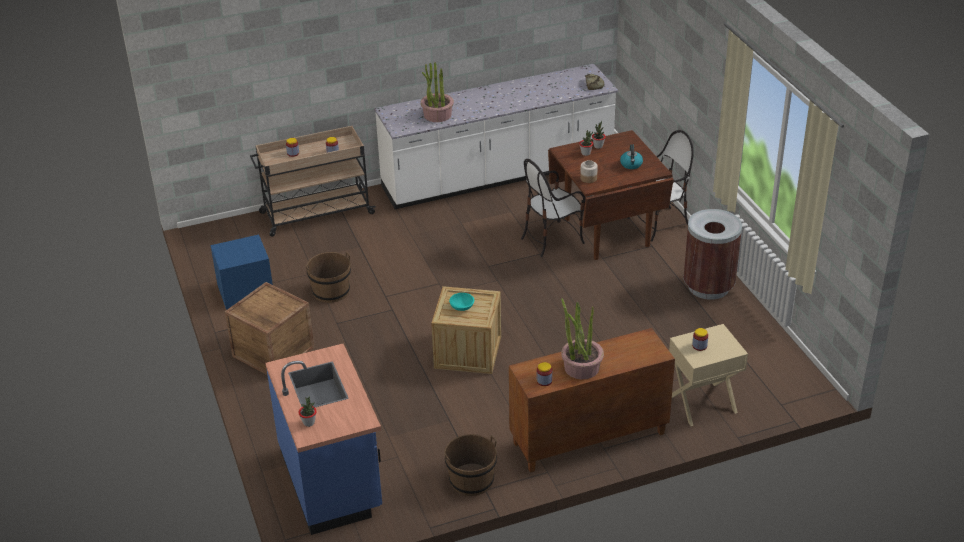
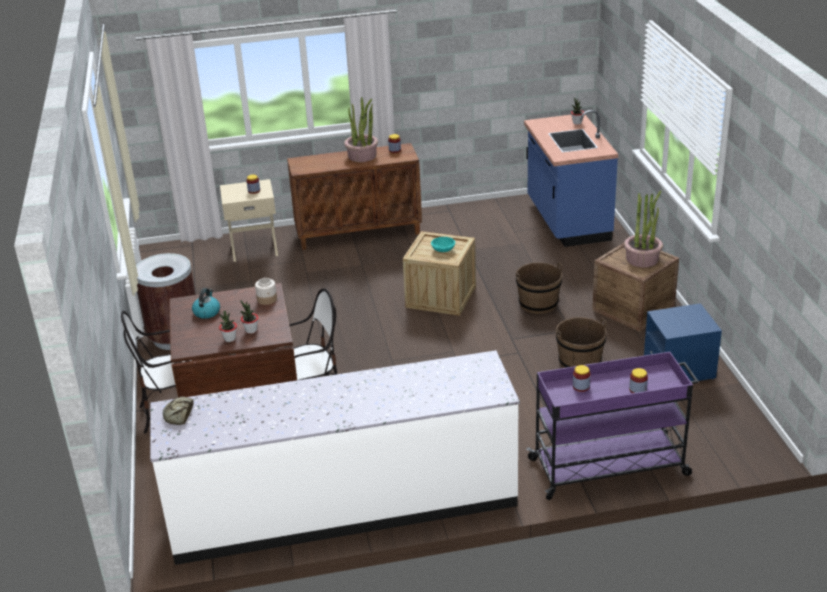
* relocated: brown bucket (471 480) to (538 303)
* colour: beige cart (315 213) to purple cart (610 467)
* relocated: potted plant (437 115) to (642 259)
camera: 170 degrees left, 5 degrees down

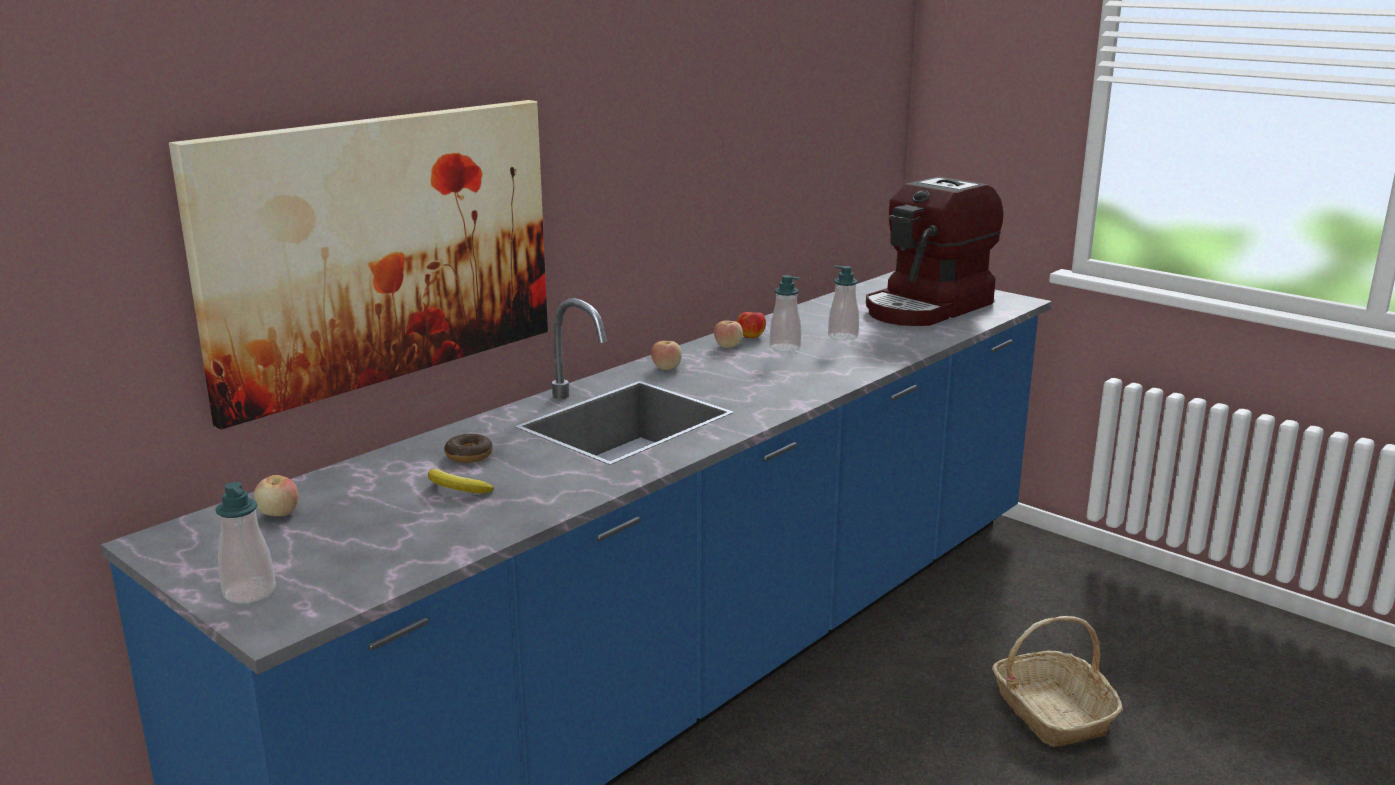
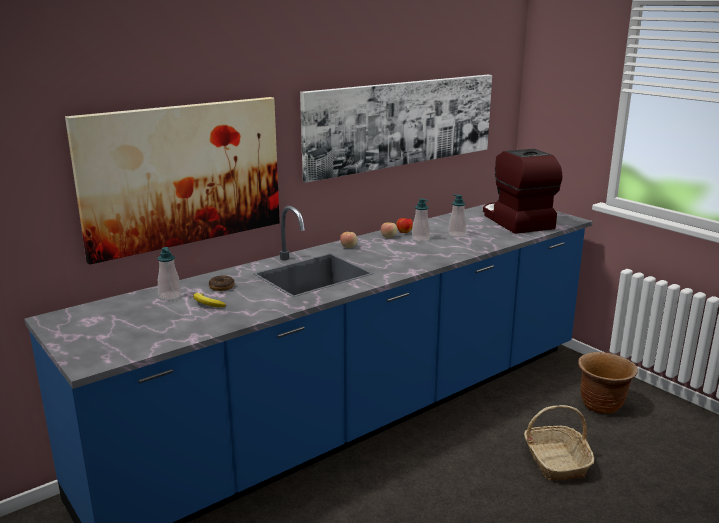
* relocated: soap dispenser (249 592) to (170 296)
* appeared: picture (402 123)
* spun: coffee machine (928 308) = (515 221) 105 degrees clockwise
* appeared: brown planter (601 405)
* missing: apple (279 514)
camera: 10 degrees right, 0 degrees up

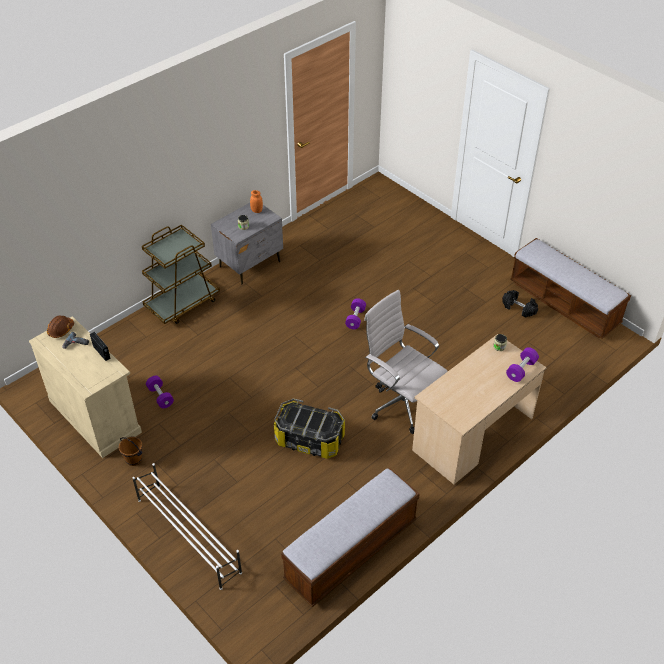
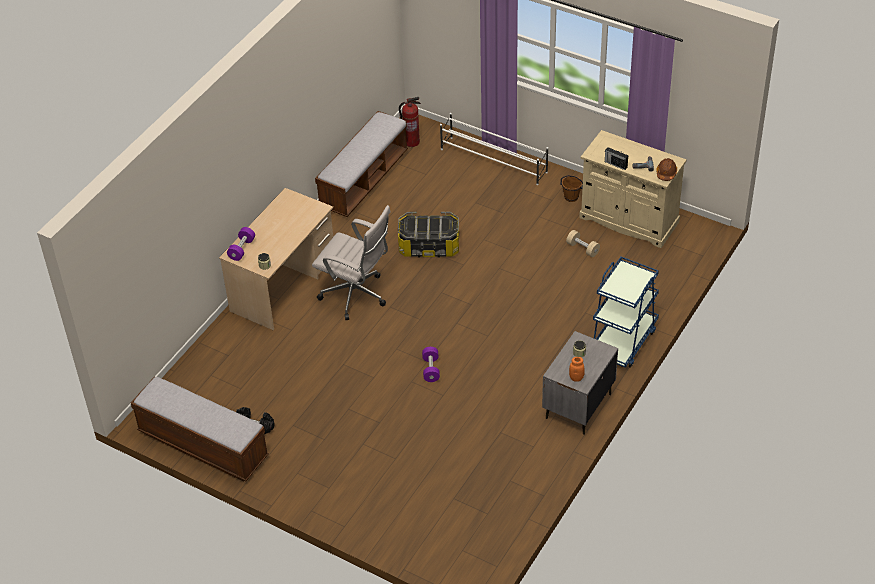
* appeared: fire extinguisher (411 142)
* colour: purple dumbbell (160 396) to beige dumbbell (582 248)
* colour: brown cart (182 303) to blue cart (623 341)
camera: 165 degrees right, 0 degrees up

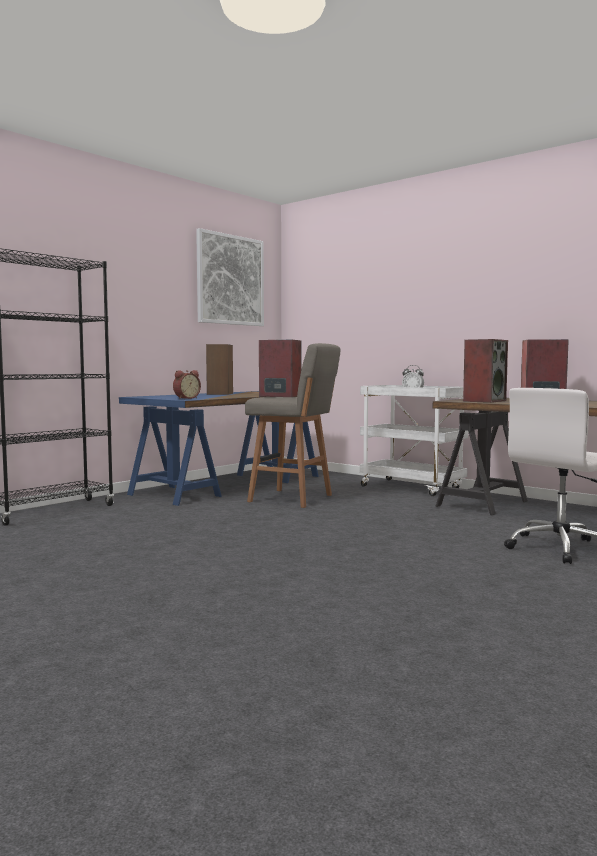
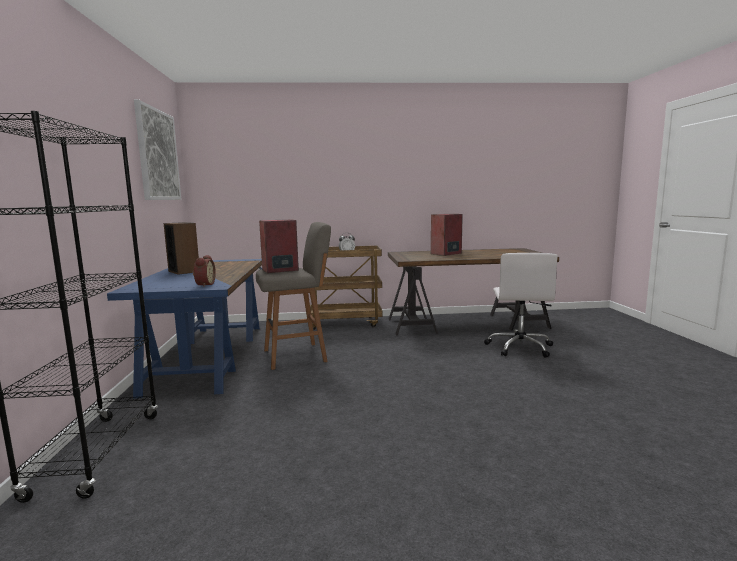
* colour: white cart (413 488) to brown cart (346 323)
* missing: speaker (484 401)
camera: 45 degrees left, 5 degrees up

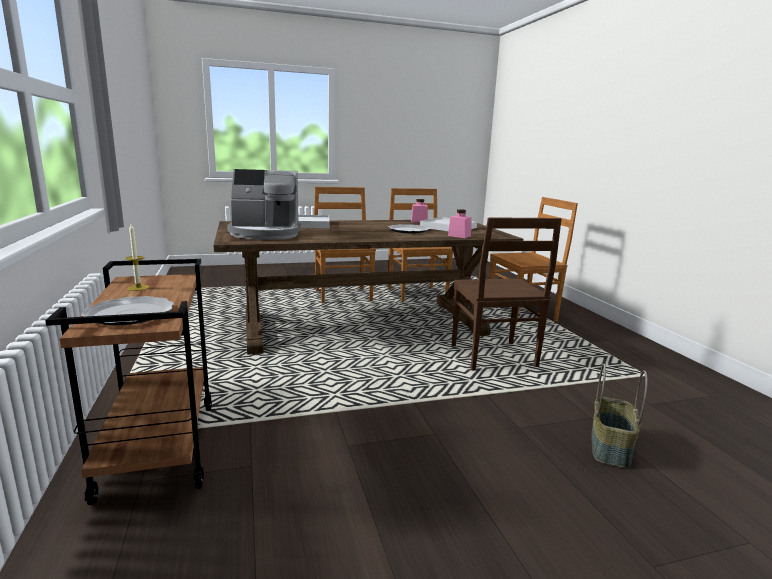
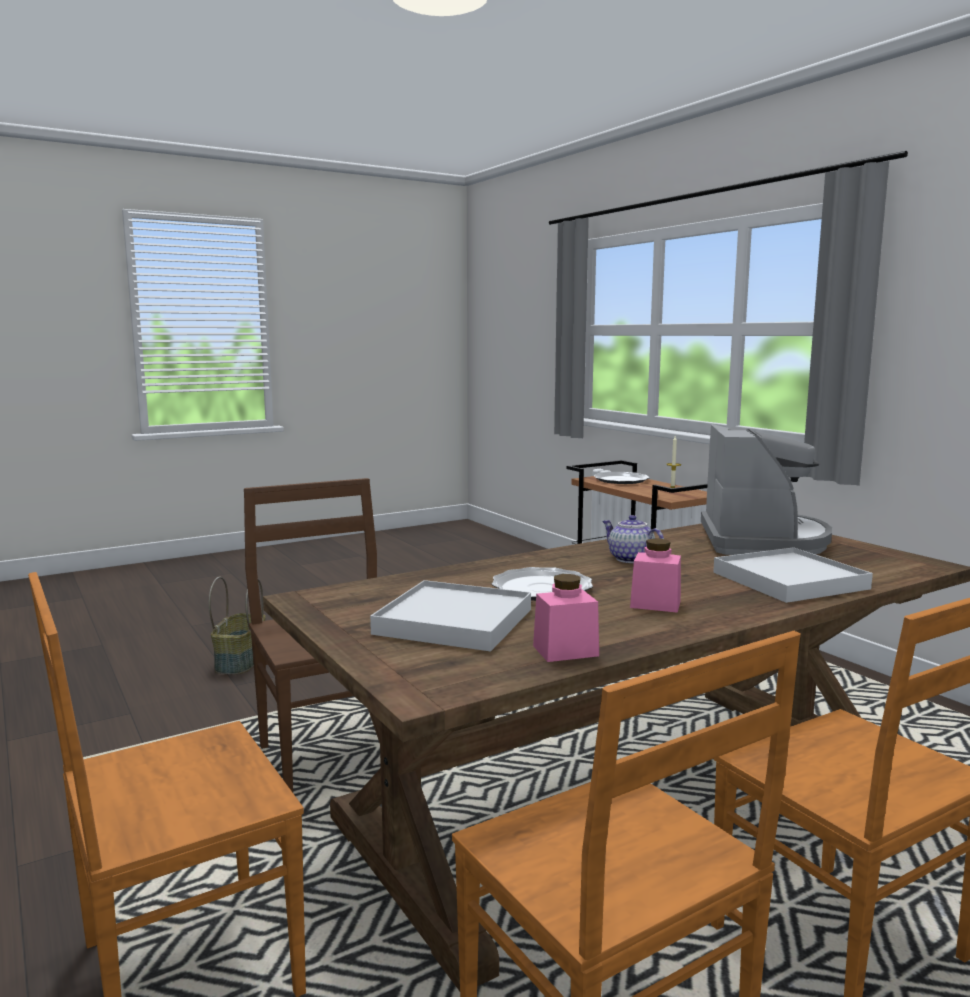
* appeared: teapot (629 559)
* relocated: pink jar (459 236) to (655 604)
* spun: coffee machine (265 233) = (762 541) 120 degrees clockwise
camera: 165 degrees right, 5 degrees down

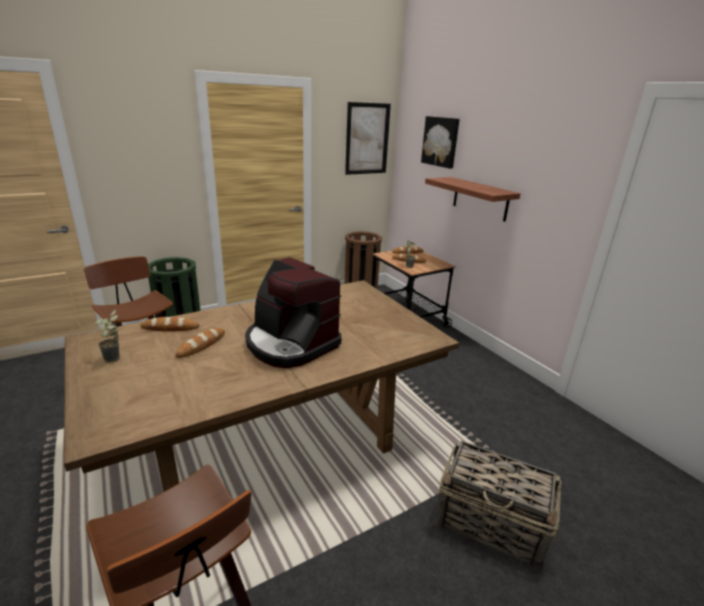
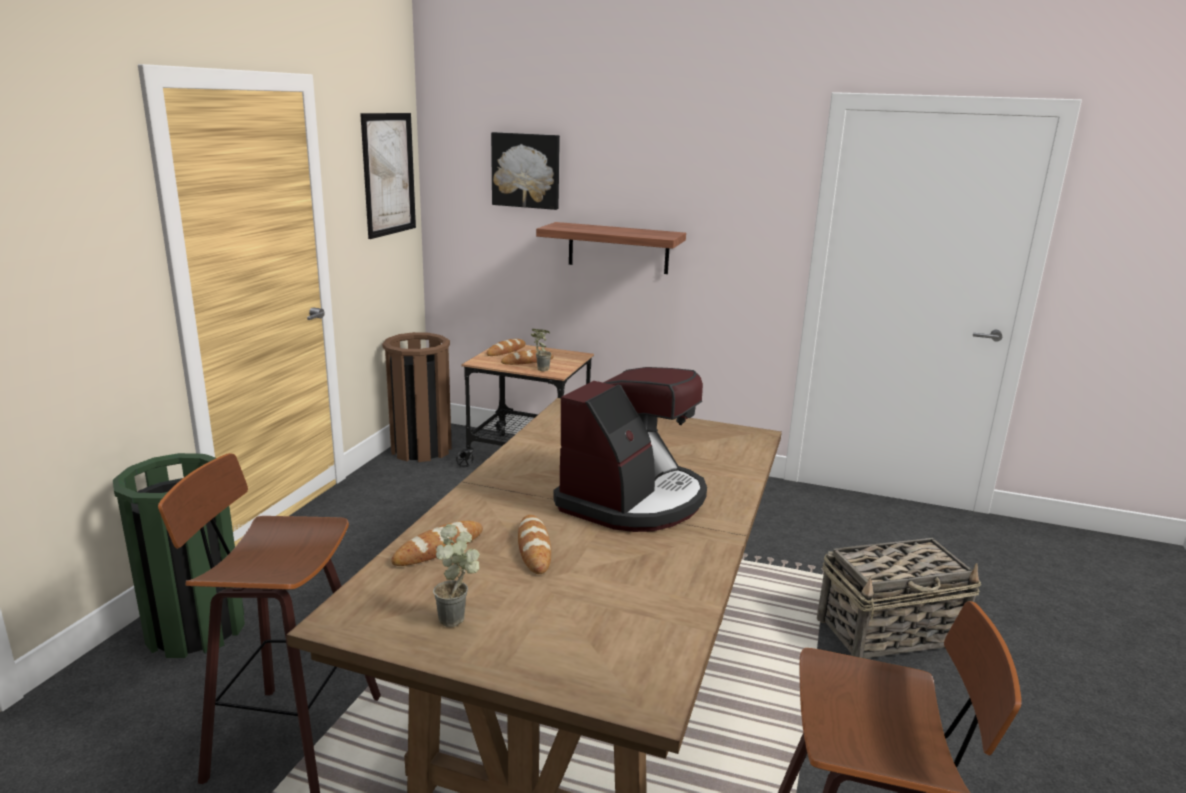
* spun: coffee machine (290 343) = (633 499) 60 degrees counterclockwise
camera: 40 degrees left, 5 degrees down

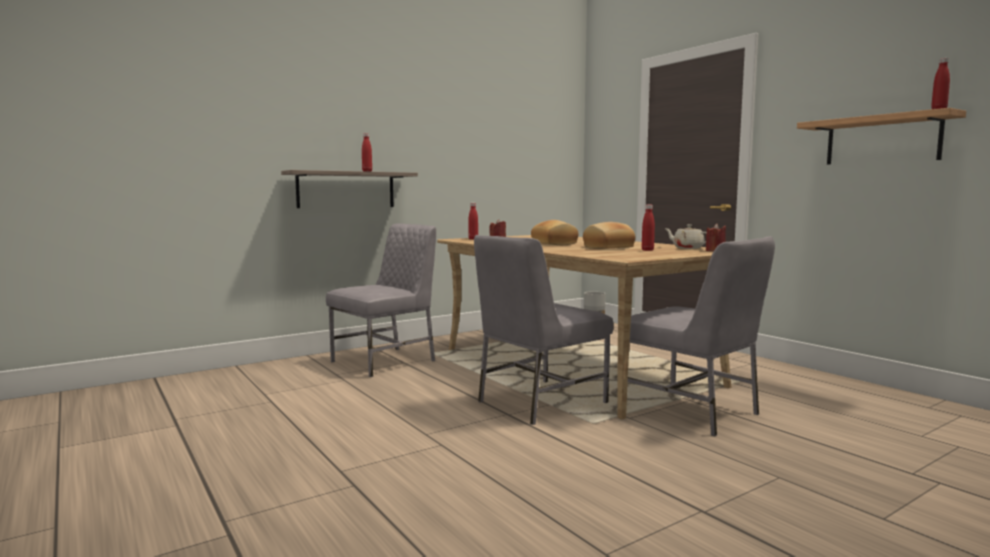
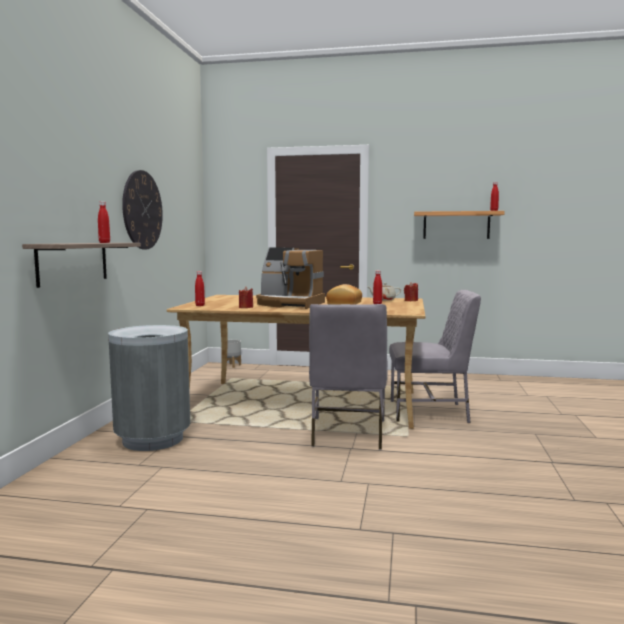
* exchanged: grey chair (386 361) to grey trash can (153 439)
* appeared: wall clock (142 210)
* exchanged: bread (555 243) to coffee machine (290 304)
camera: 45 degrees left, 0 degrees up

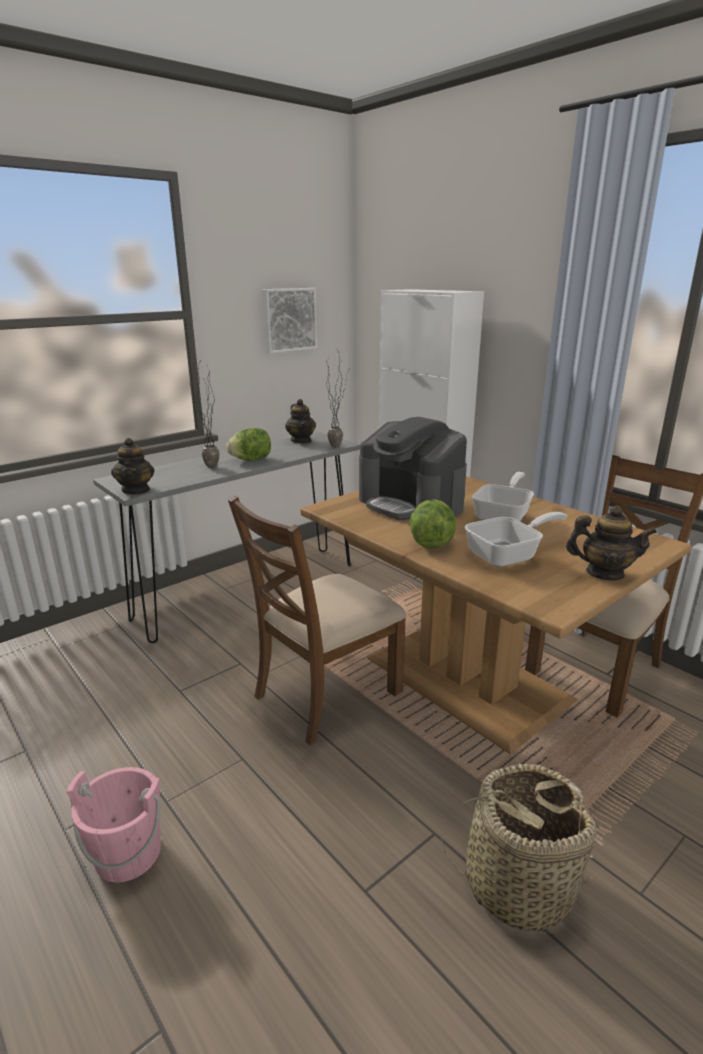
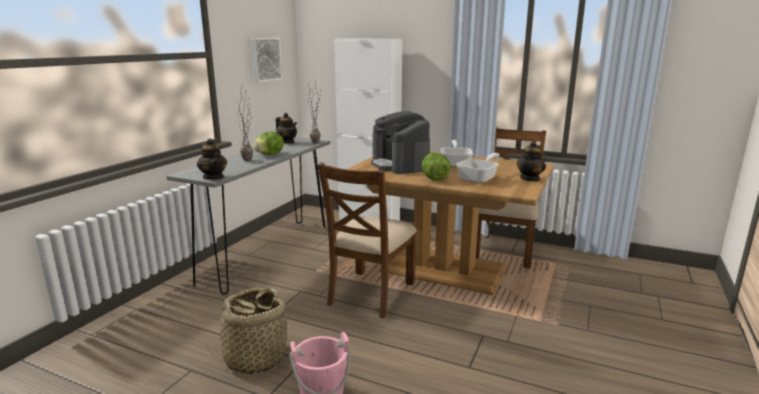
* relocated: basket (518 884) to (255 358)
* spun: coffee machine (411 504) = (400 165) 45 degrees clockwise
* spun: teapot (604 573) = (530 178) 135 degrees clockwise
camera: 25 degrees left, 5 degrees down

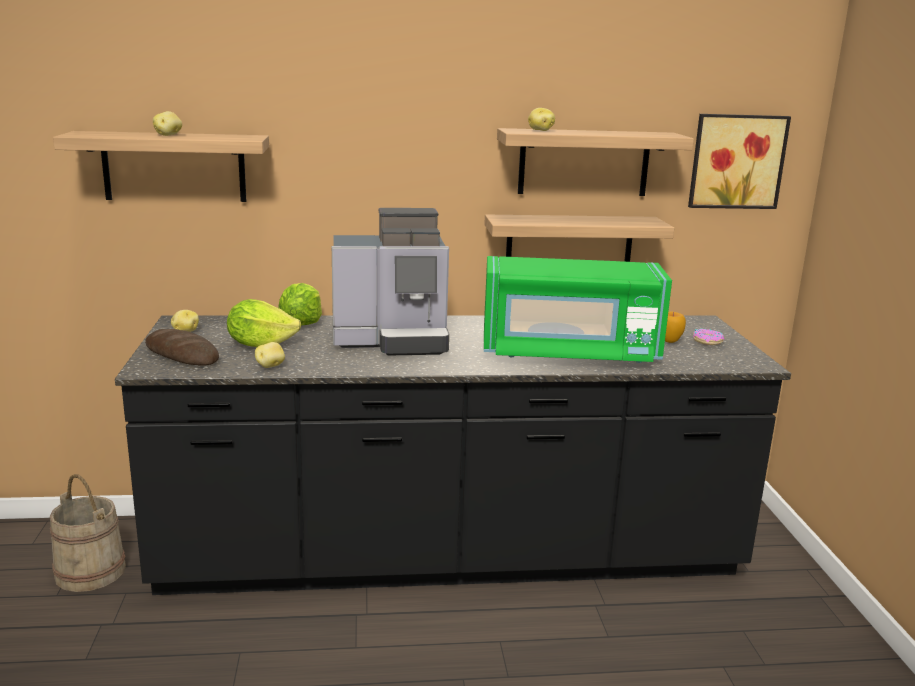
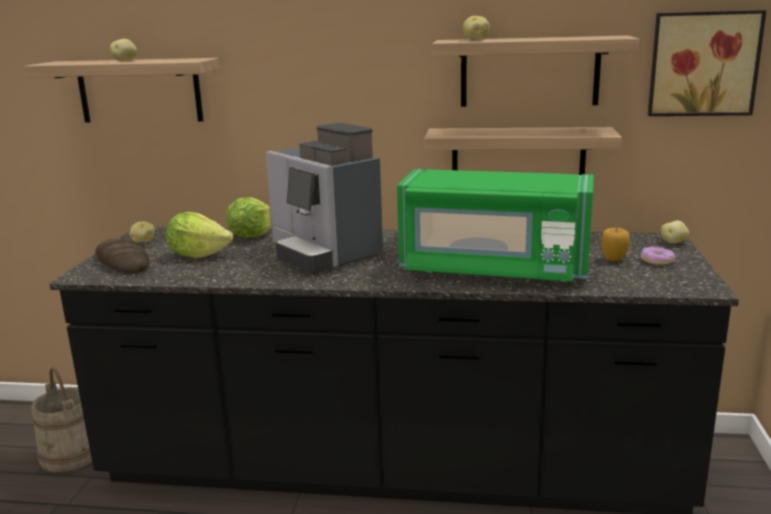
* spun: coffee machine (393 341) = (323 254) 45 degrees clockwise
* relocated: potato (271 366) to (674 242)
camera: 15 degrees right, 0 degrees up

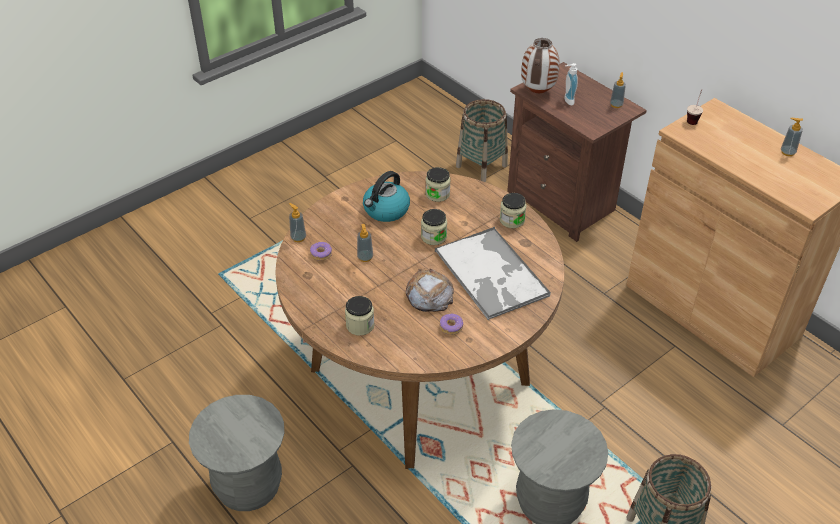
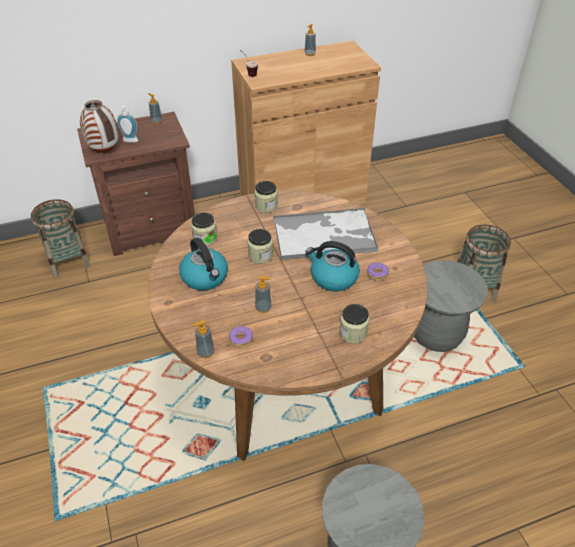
* exchanged: bread (429 295) to kettle (333 278)
camera: 70 degrees left, 0 degrees up

